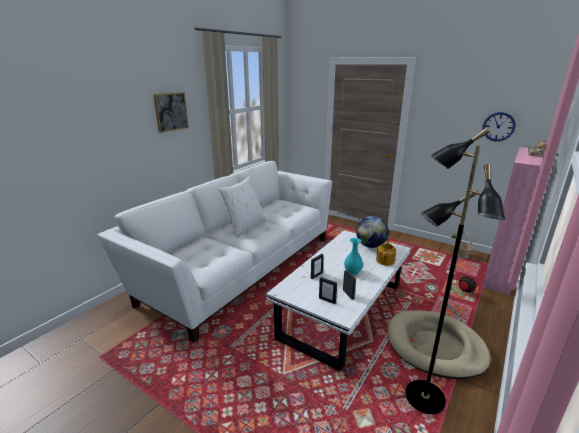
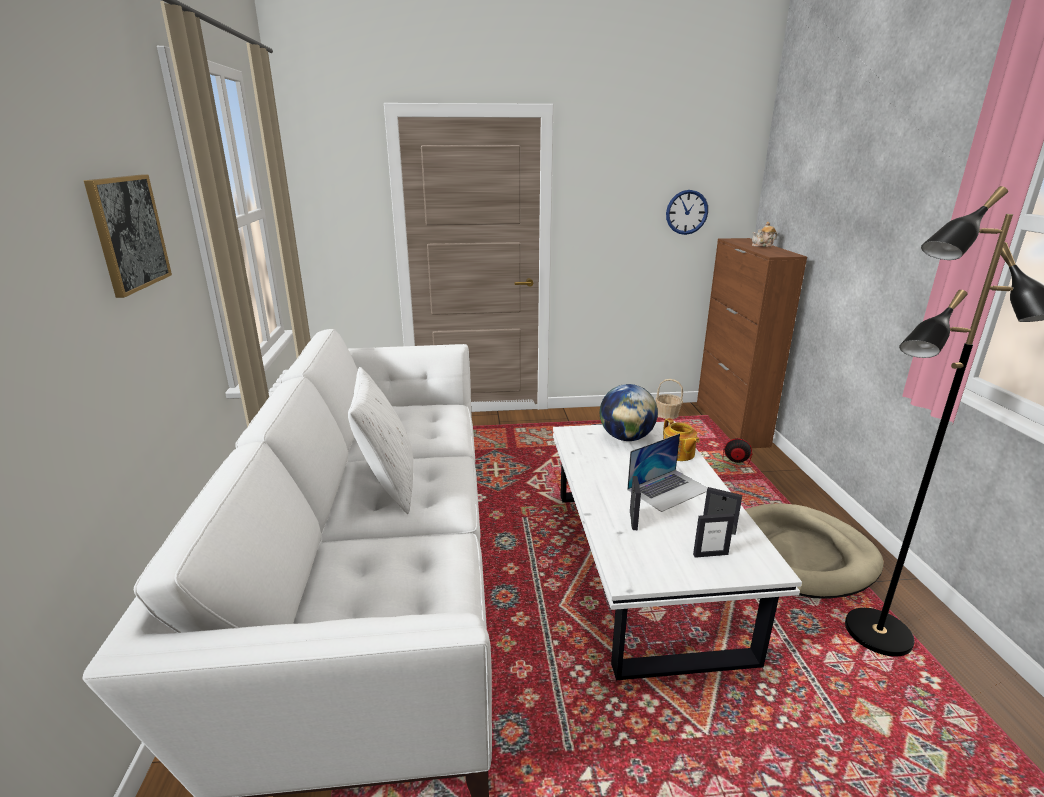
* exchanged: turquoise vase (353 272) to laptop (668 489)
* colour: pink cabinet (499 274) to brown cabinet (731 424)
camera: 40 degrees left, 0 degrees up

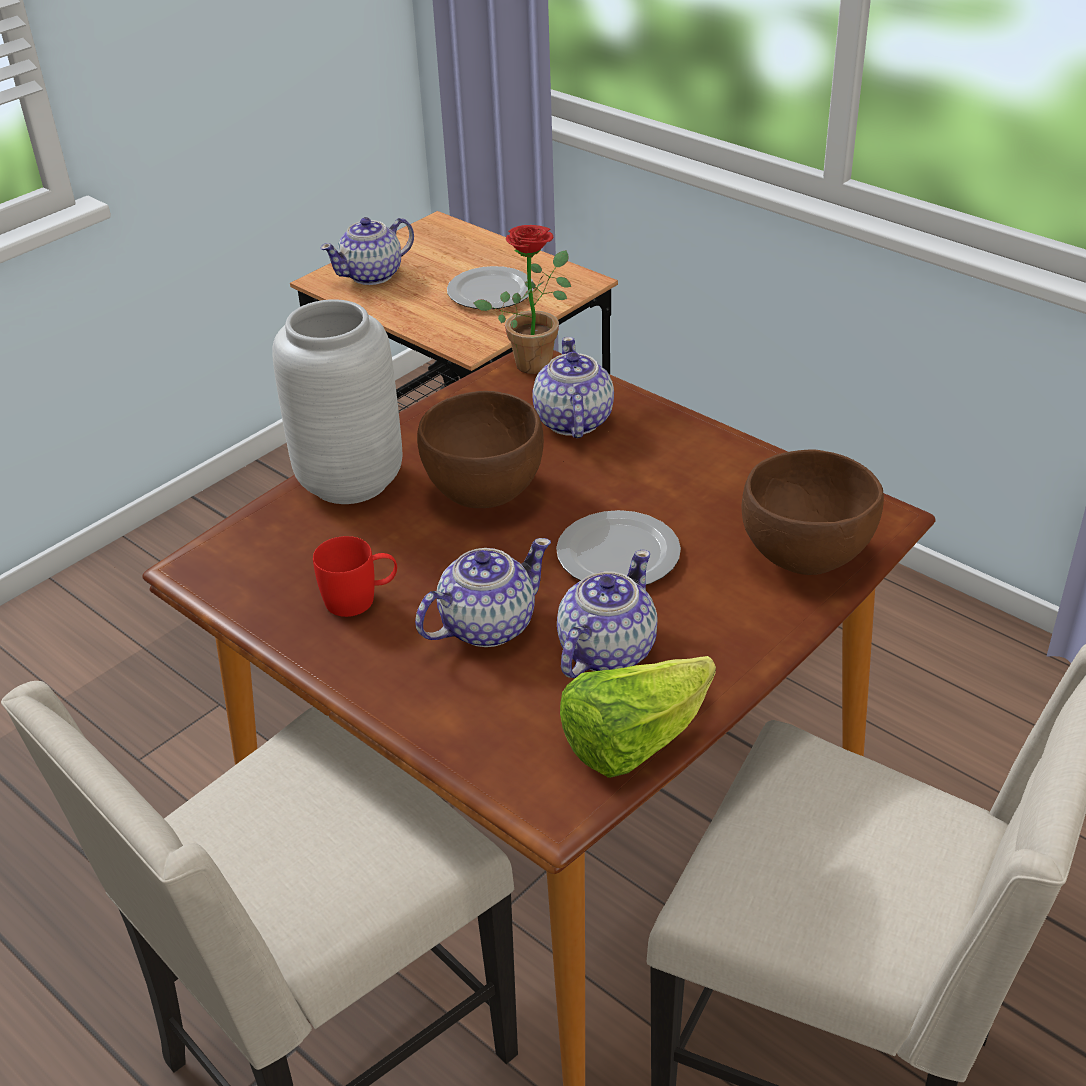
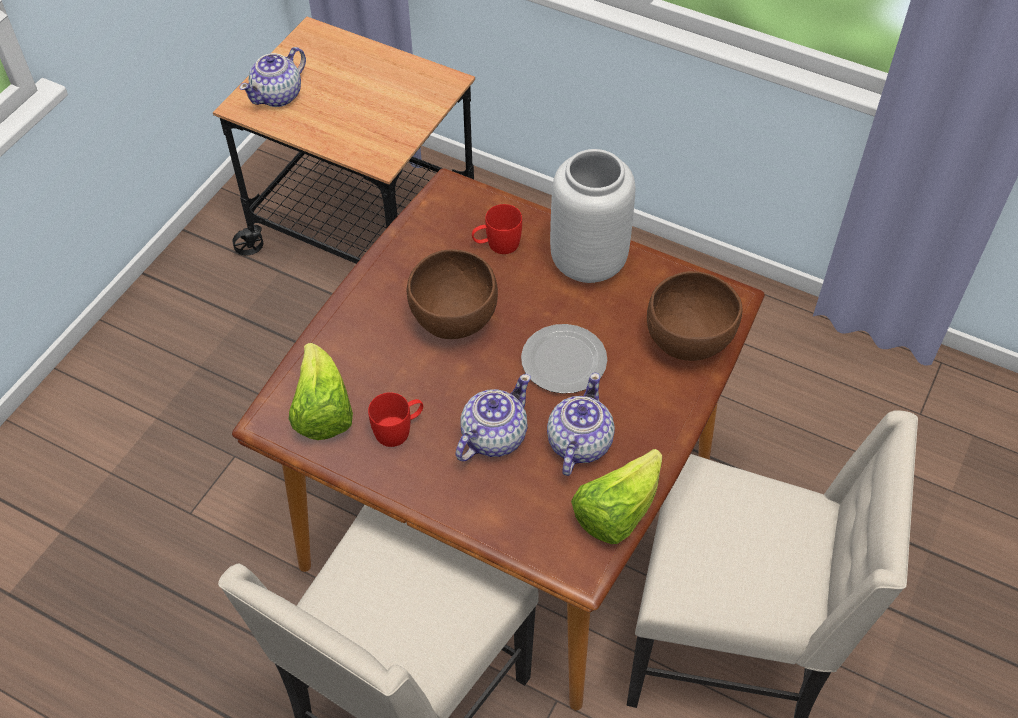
* appeared: lettuce (322 411)
* exchanged: teapot (572 422) to red mug (497 245)
* relocated: grey vase (351 482) to (589 263)
* missing: plate (491 293)
* missing: potted plant (535 360)
camera: 15 degrees left, 15 degrees up

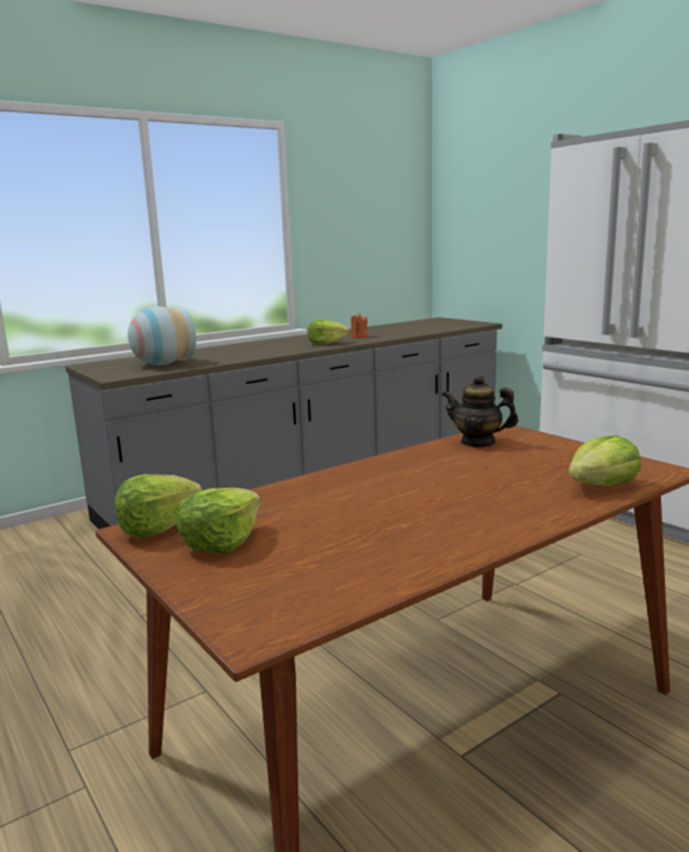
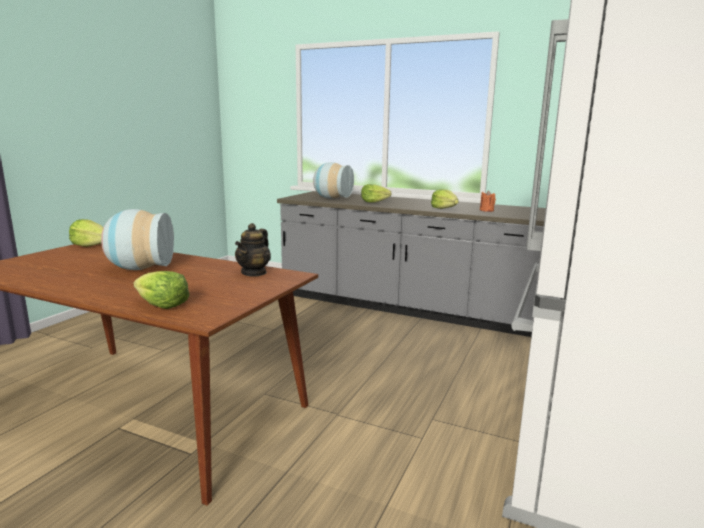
* appeared: vase (139 268)
* spun: teapot (478 442) = (254 273) 150 degrees counterclockwise
* relocated: lettuce (221 542) to (374 202)
camera: 60 degrees right, 0 degrees up

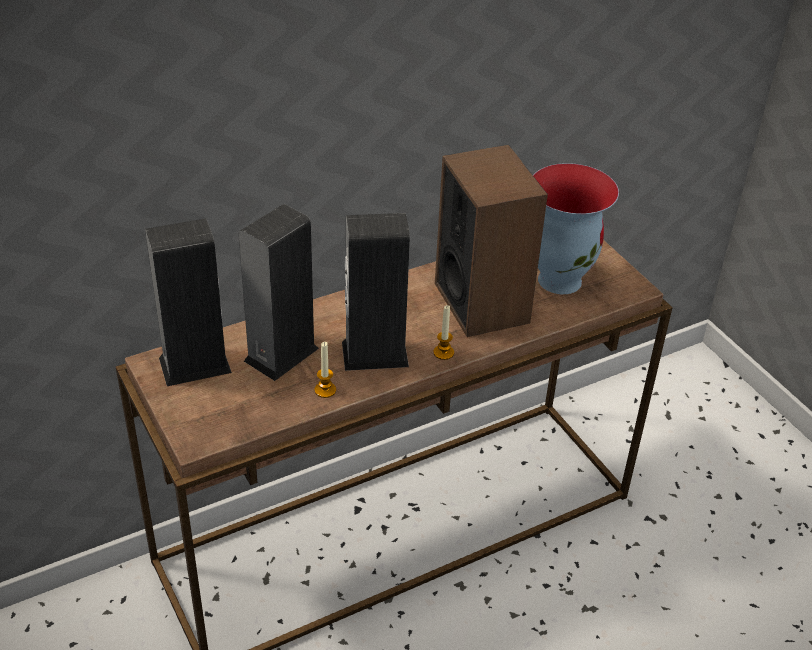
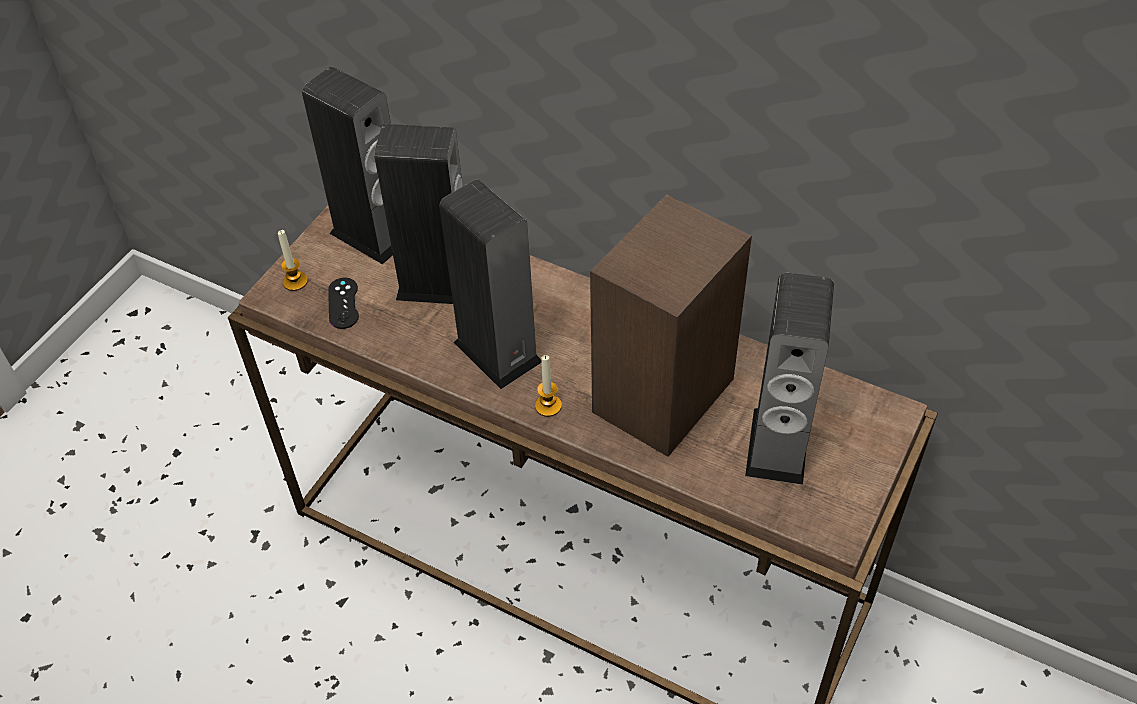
* relocated: candle (325 390) to (295 282)
* appeared: black game controller (343 303)
* exchanged: vase (559 279) to speaker (777 445)
camera: 60 degrees right, 10 degrees up

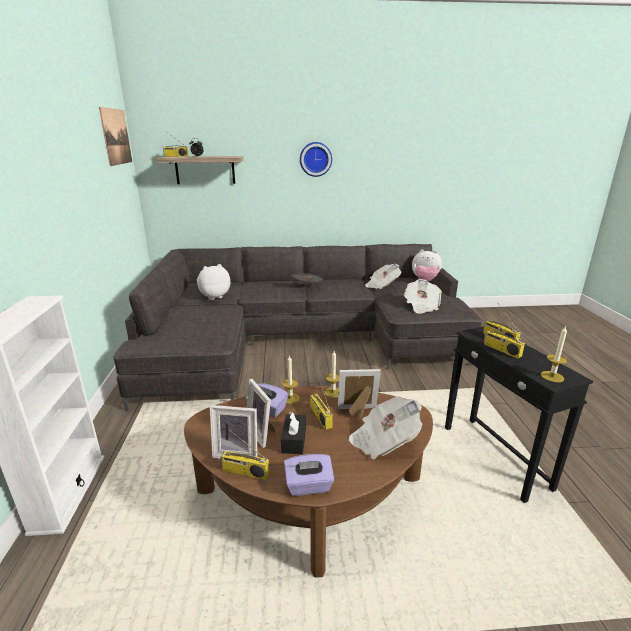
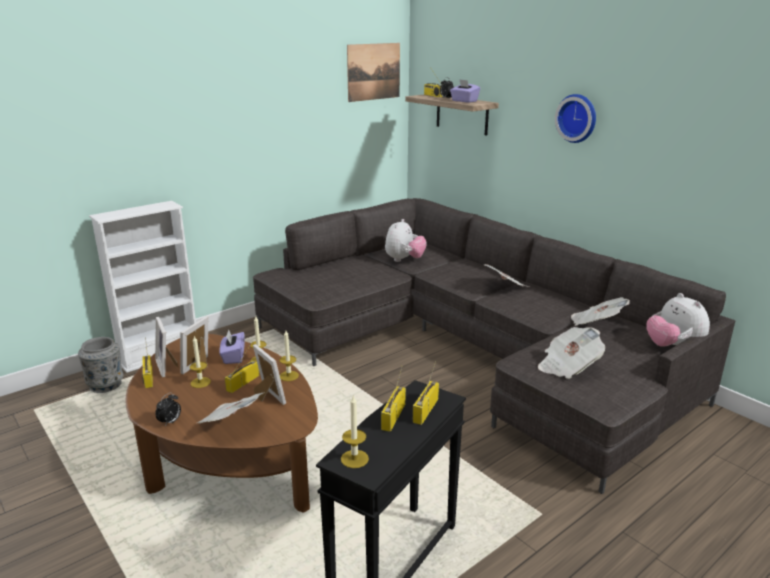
* appeared: grey vase (105 385)
* appeared: alarm clock (170 422)
* exchanged: black tissue box (294 440) to candle (200 382)
* spun: plush toy (214 296) = (404 260) 90 degrees clockwise
* relocated: purple tissue box (309 486) to (464 101)
camera: 55 degrees right, 0 degrees up

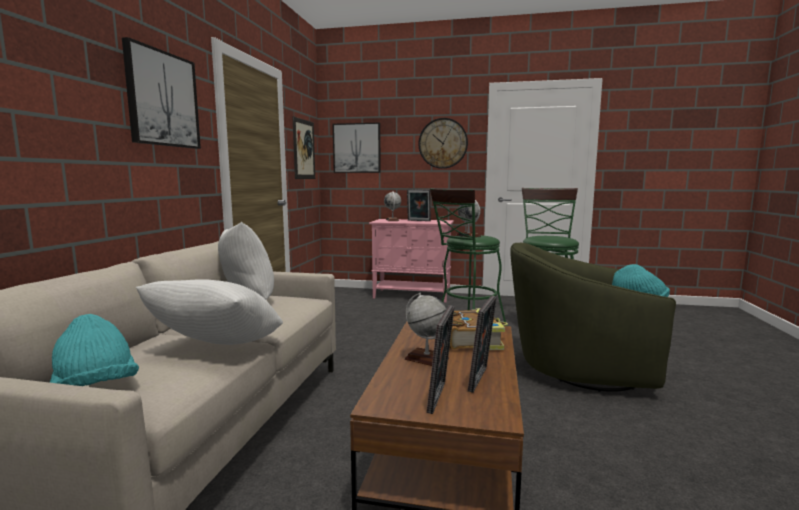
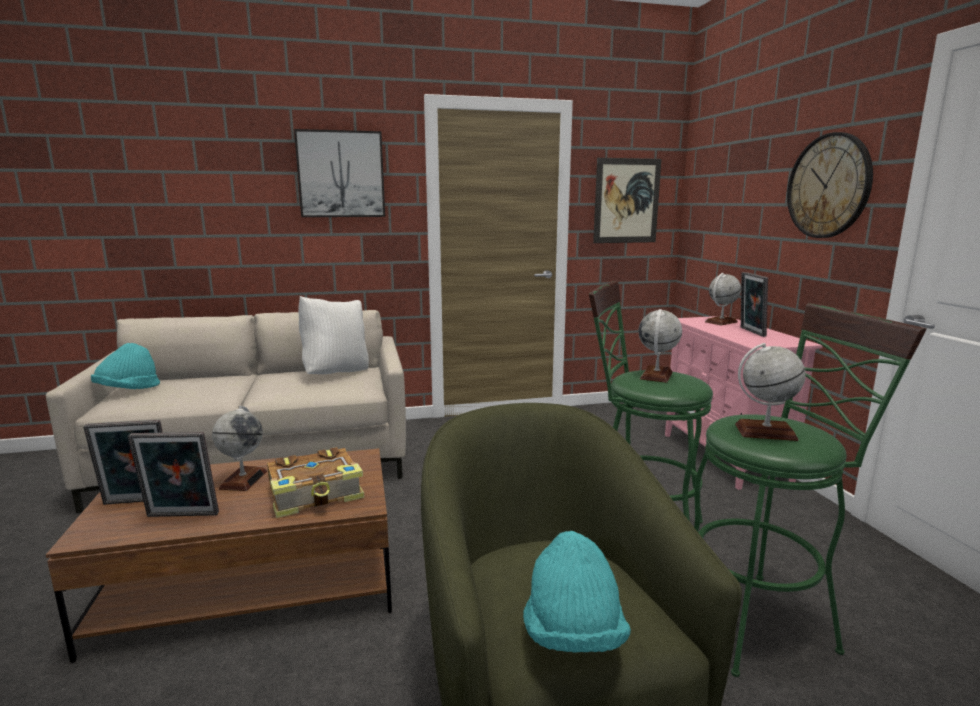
* appeared: globe (765 432)
* missing: white pillow (218 348)
* missing: picture (357 148)
camera: 65 degrees right, 5 degrees up

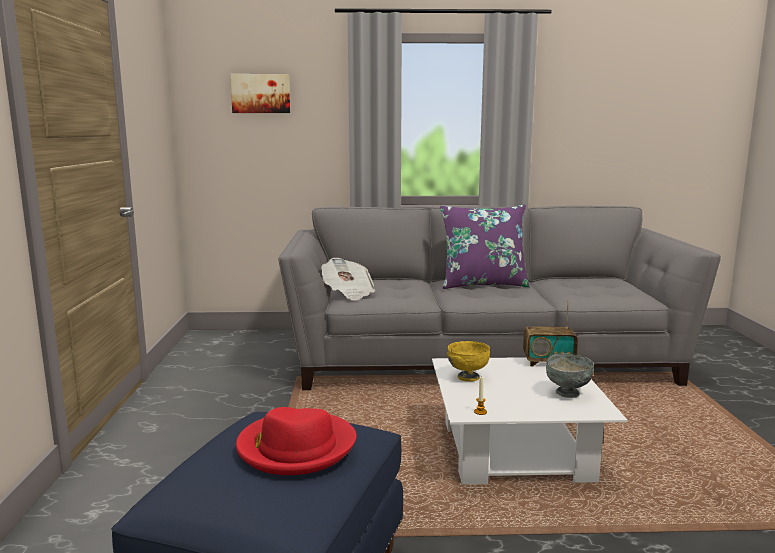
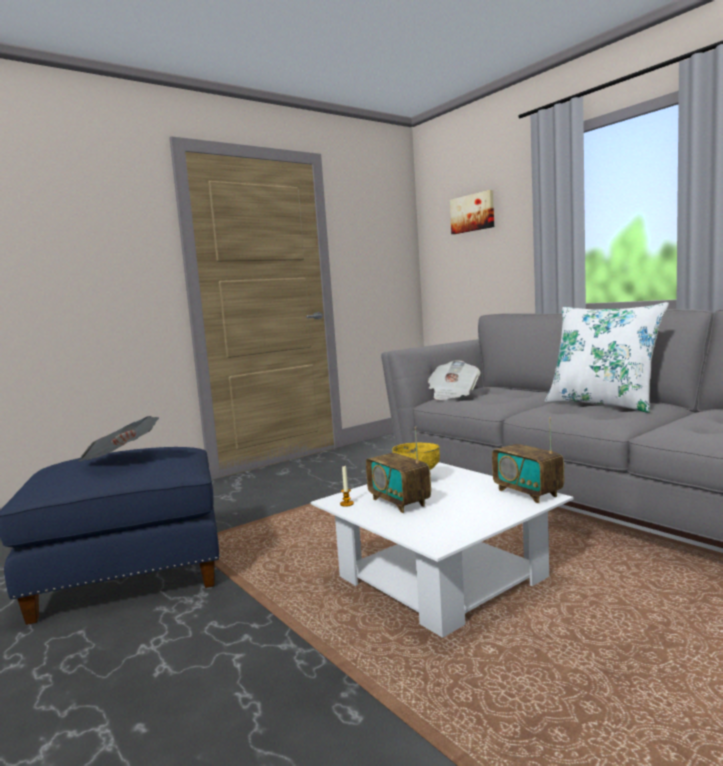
* exchanged: red hat (296 447) to newspaper (121 460)
* appeared: radio (399 502)
* colour: purple pillow (483 284) to white pillow (603 404)
* missing: grey bowl (568 393)
camera: 55 degrees right, 5 degrees down

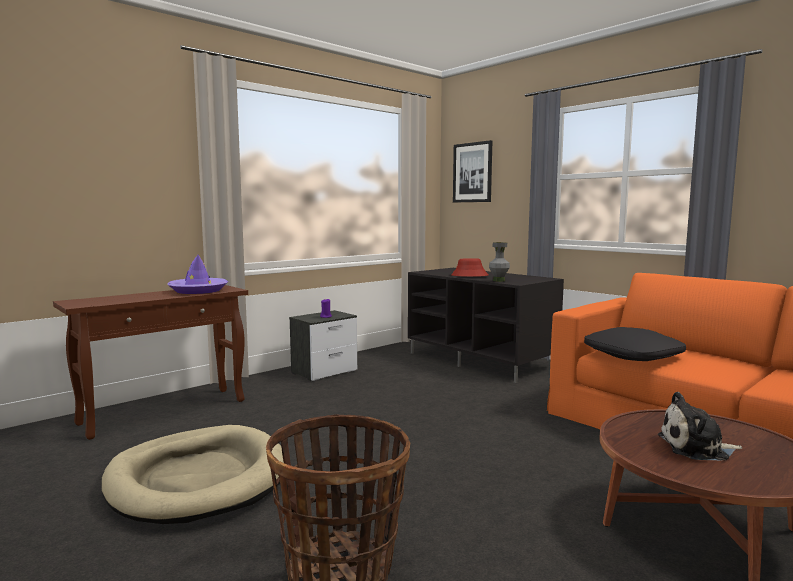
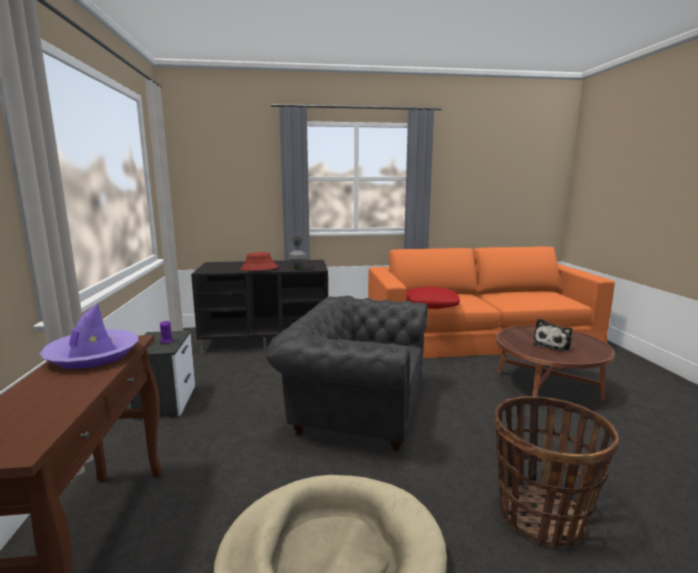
* appeared: grey armchair (355 409)
* colour: black pillow (633 355) to red pillow (431 305)
* missing: picture (472 172)
camera: 55 degrees left, 5 degrees up

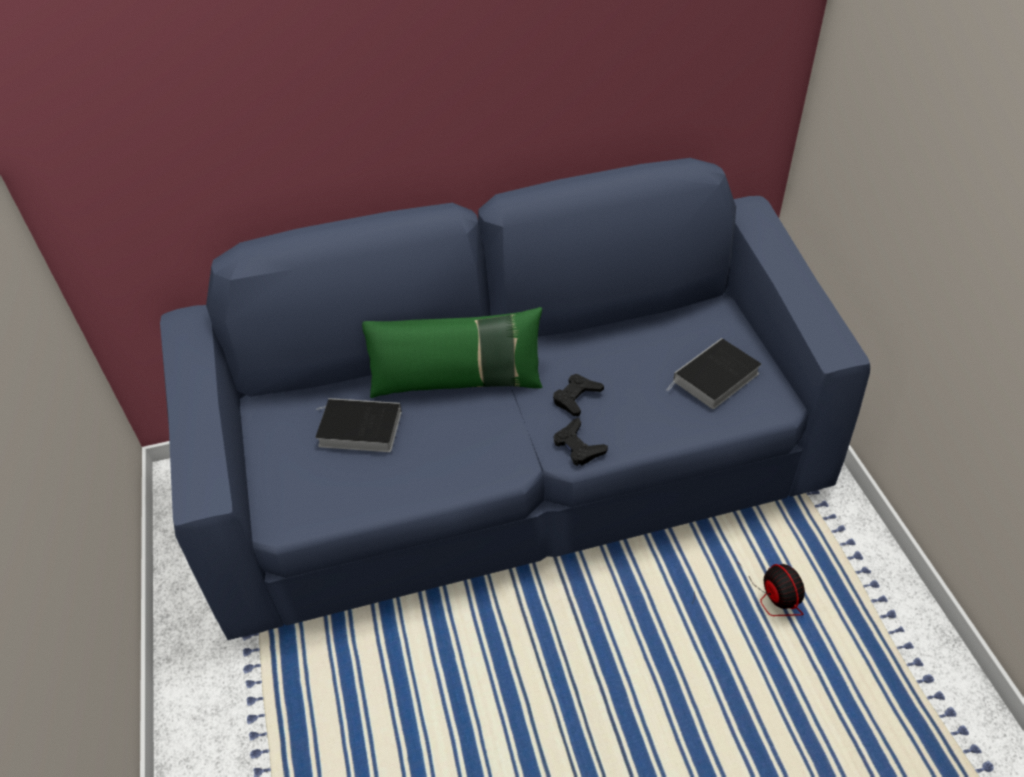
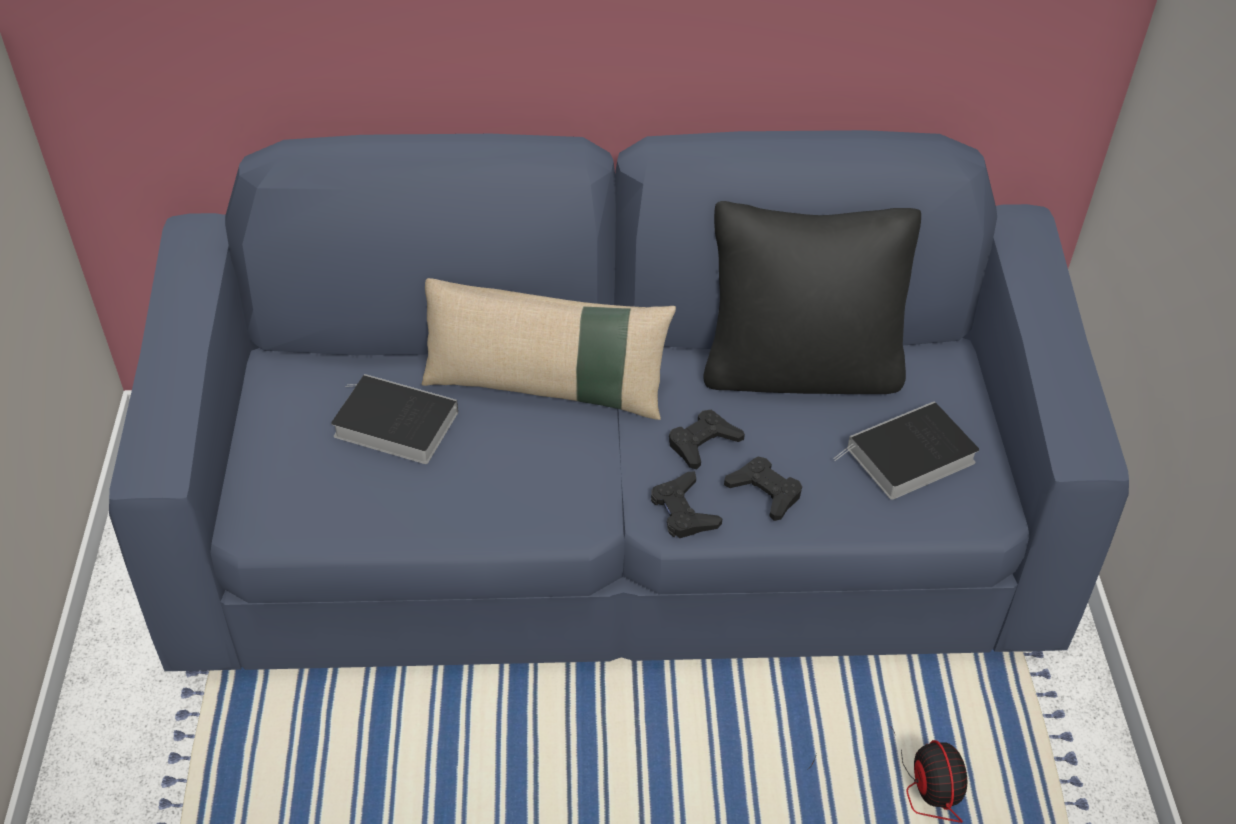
* colour: green pillow (457 382) to beige pillow (546 388)
* appeared: black pillow (800 369)
* appeared: black game controller (764 492)
camera: 10 degrees right, 0 degrees up

